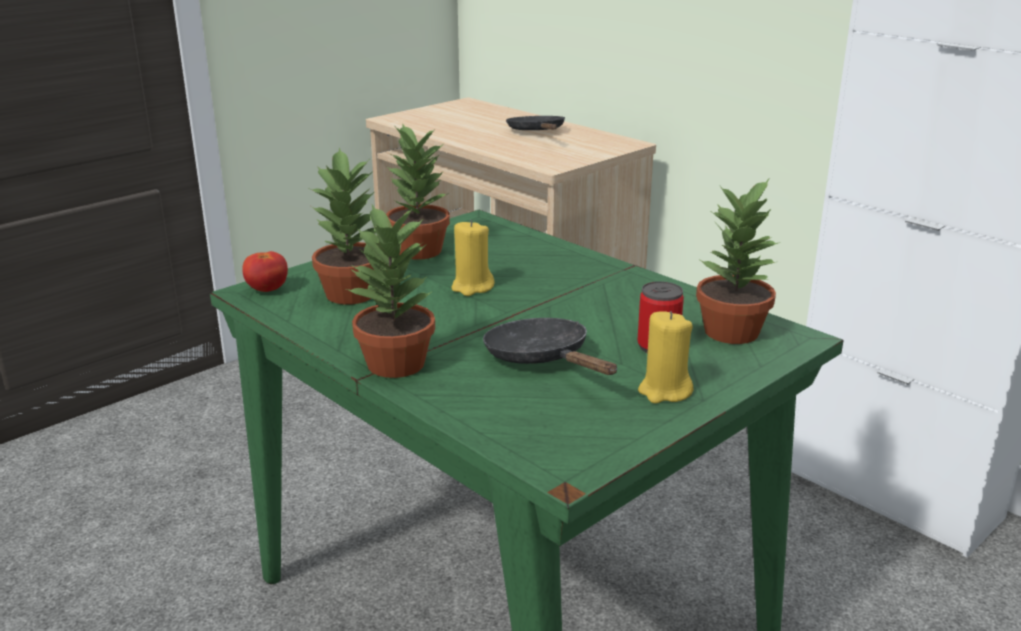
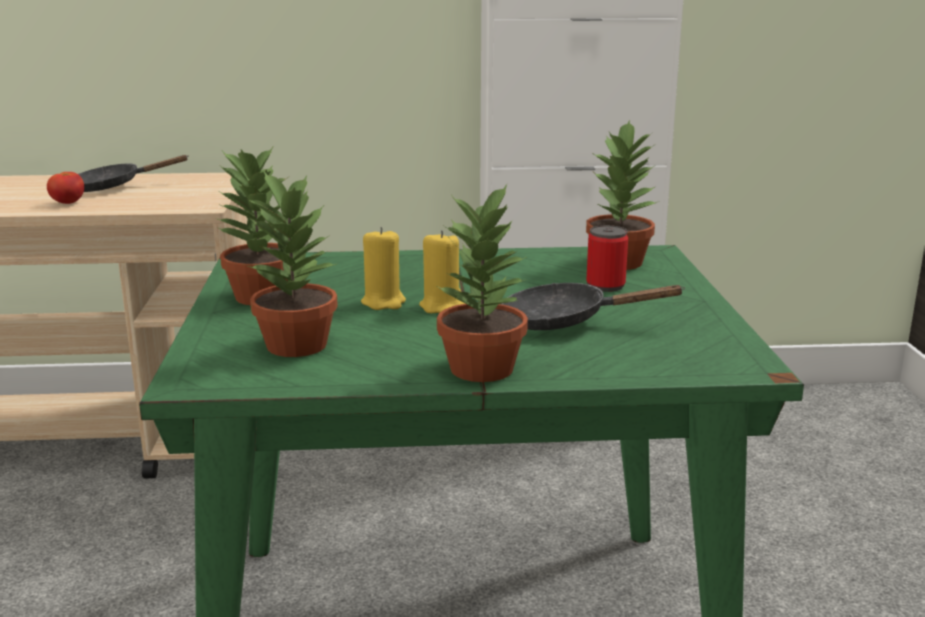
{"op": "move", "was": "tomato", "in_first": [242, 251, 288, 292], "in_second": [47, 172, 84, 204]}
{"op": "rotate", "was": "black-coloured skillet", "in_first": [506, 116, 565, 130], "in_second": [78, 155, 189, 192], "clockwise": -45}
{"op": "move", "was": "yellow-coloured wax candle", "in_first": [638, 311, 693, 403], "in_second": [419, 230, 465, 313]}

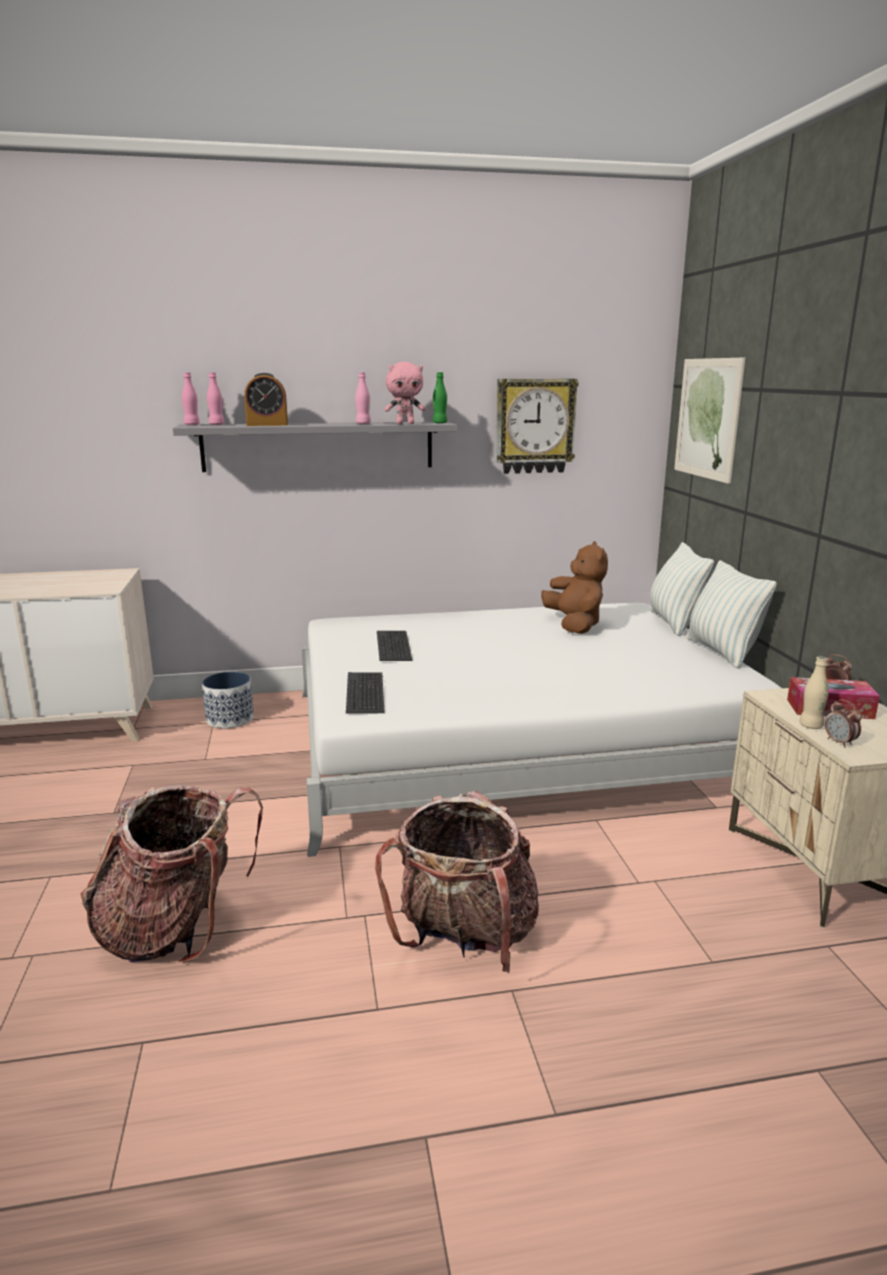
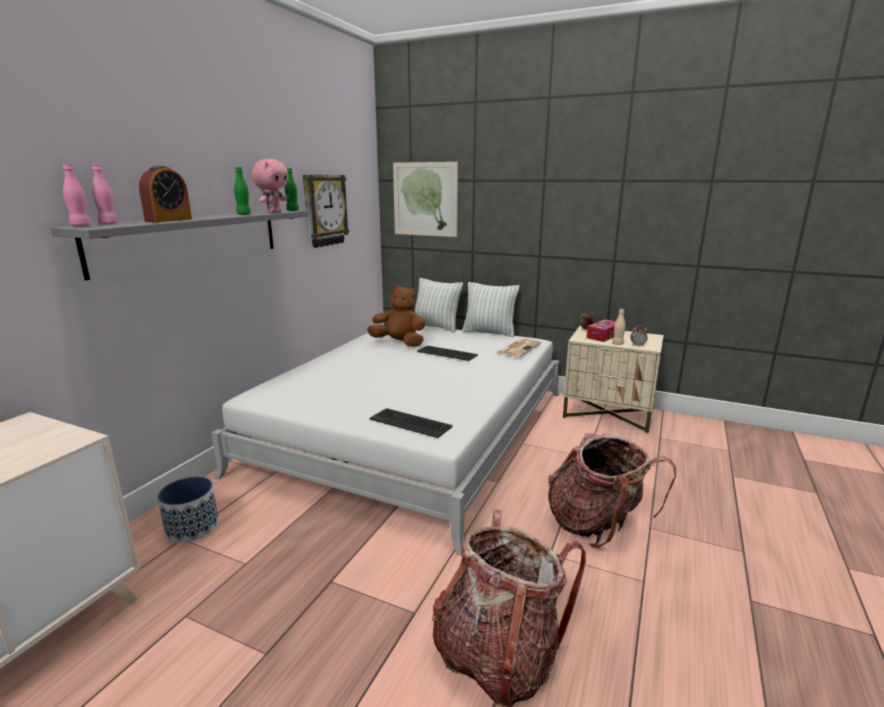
{"op": "recolor", "was": "pinkish beverage bottle", "now": "green-coloured beverage bottle", "in_first": [355, 372, 371, 424], "in_second": [234, 167, 251, 215]}
{"op": "move", "was": "PC keyboard", "in_first": [377, 631, 412, 661], "in_second": [417, 346, 478, 361]}
{"op": "insert", "now": "daily paper", "in_second": [497, 338, 541, 357]}

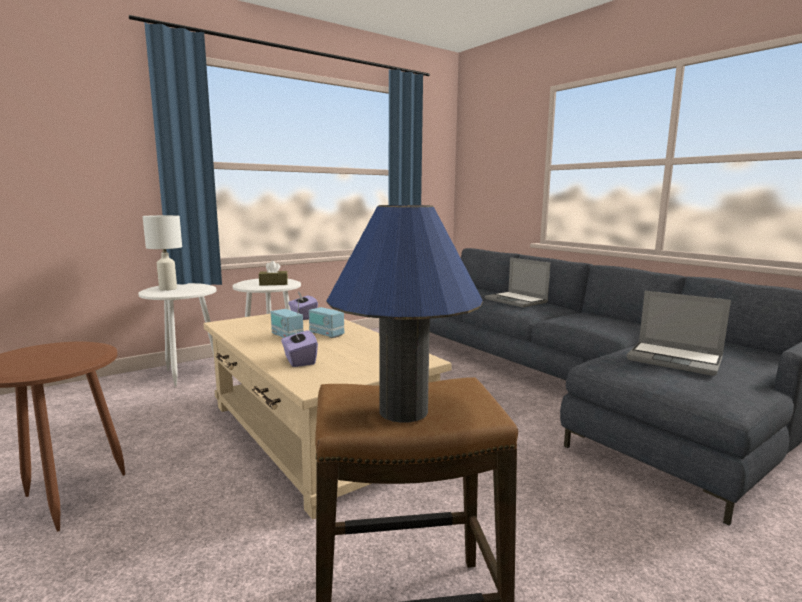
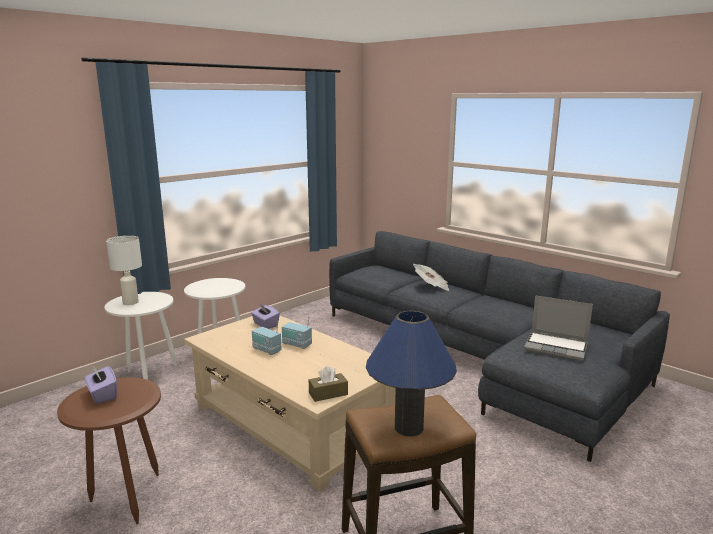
{"op": "move", "was": "purplish tissue box", "in_first": [281, 325, 318, 367], "in_second": [85, 365, 117, 404]}
{"op": "move", "was": "brown tissue box", "in_first": [259, 261, 288, 286], "in_second": [309, 366, 348, 402]}
{"op": "replace", "was": "notebook computer", "now": "daily paper", "in_first": [485, 257, 550, 307], "in_second": [413, 264, 449, 291]}

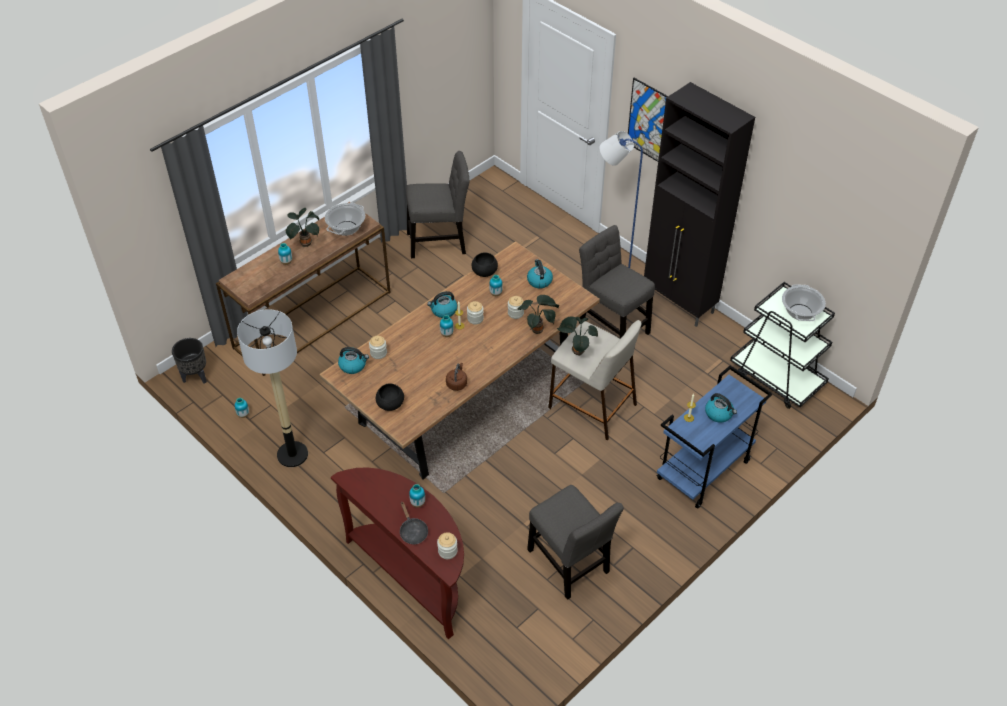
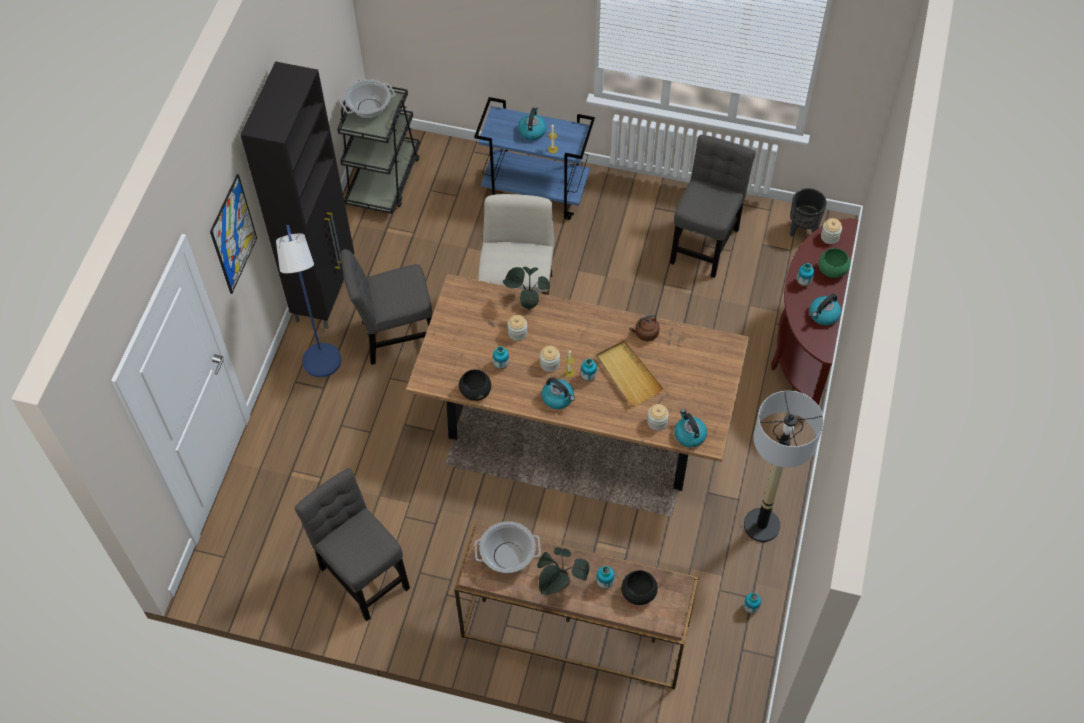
{"op": "rotate", "was": "greyish chair", "in_first": [579, 225, 655, 339], "in_second": [341, 249, 432, 365], "clockwise": 60}
{"op": "insert", "now": "beige serving tray", "in_second": [596, 340, 663, 406]}
{"op": "move", "was": "black-coloured deep dish", "in_first": [376, 384, 404, 411], "in_second": [621, 570, 658, 605]}
{"op": "move", "was": "black-coloured plant pot", "in_first": [172, 338, 207, 384], "in_second": [790, 188, 826, 237]}
{"op": "move", "was": "tea kettle", "in_first": [527, 259, 553, 289], "in_second": [809, 294, 841, 325]}
{"op": "replace", "was": "black-coloured skillet", "now": "green-coloured deep dish", "in_first": [400, 501, 428, 545], "in_second": [818, 248, 851, 278]}
{"op": "delete", "was": "potted plant", "in_first": [557, 317, 598, 356]}

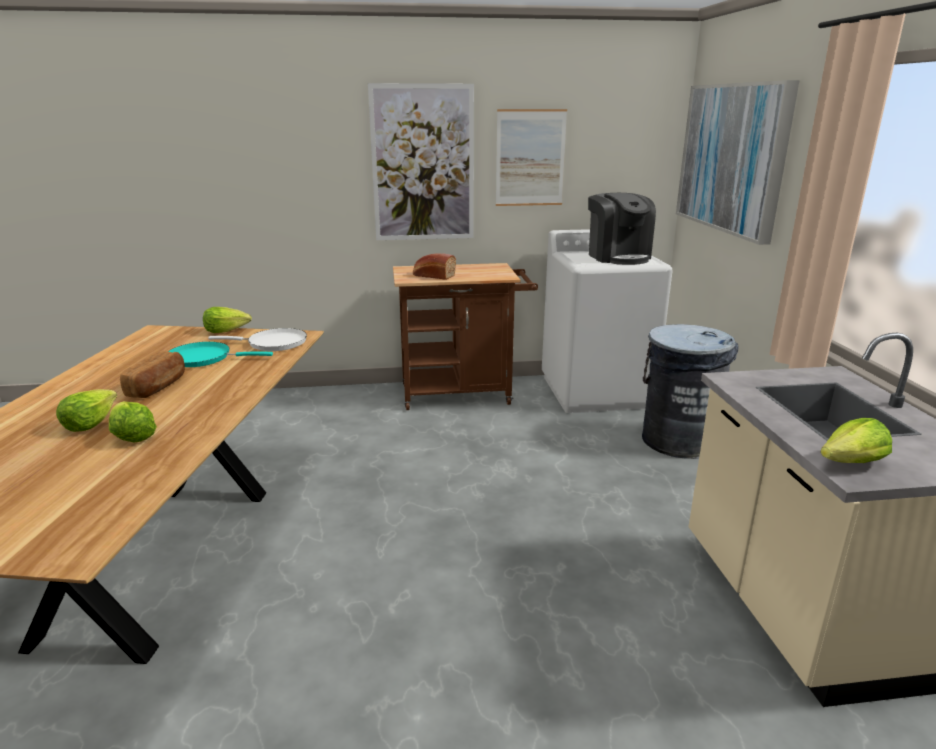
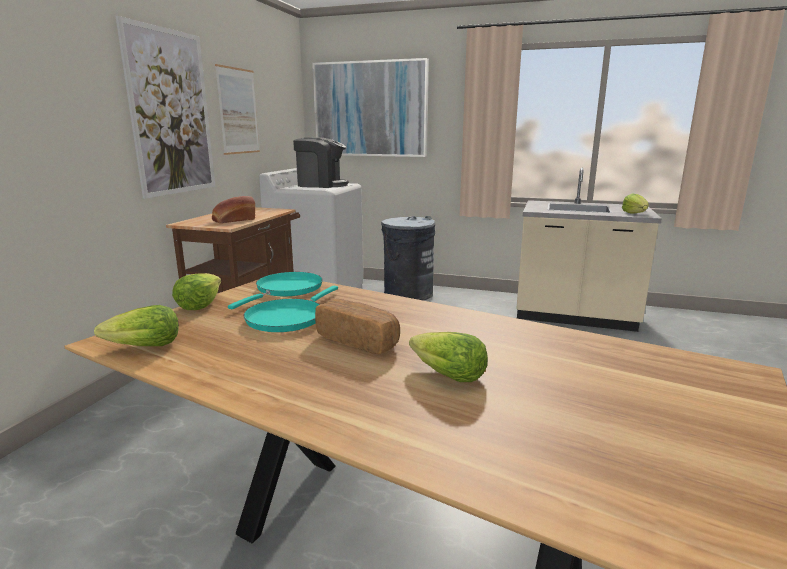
{"op": "move", "was": "head of lettuce", "in_first": [109, 401, 157, 443], "in_second": [94, 305, 179, 346]}
{"op": "recolor", "was": "white-coloured skillet", "now": "turquoise-coloured skillet", "in_first": [208, 328, 307, 351], "in_second": [228, 272, 322, 309]}

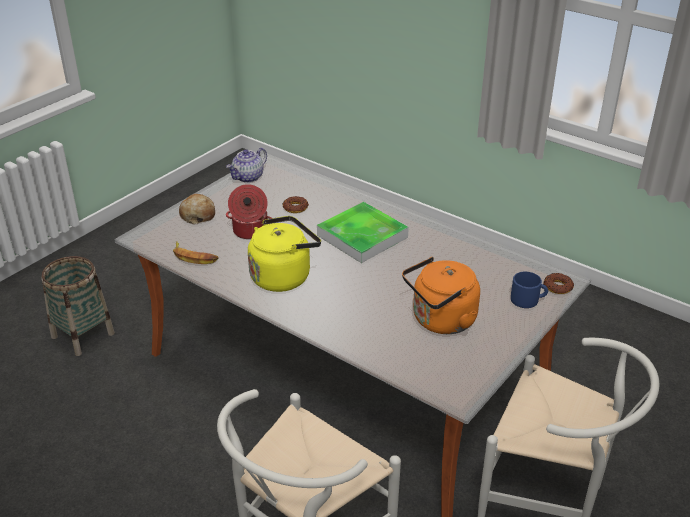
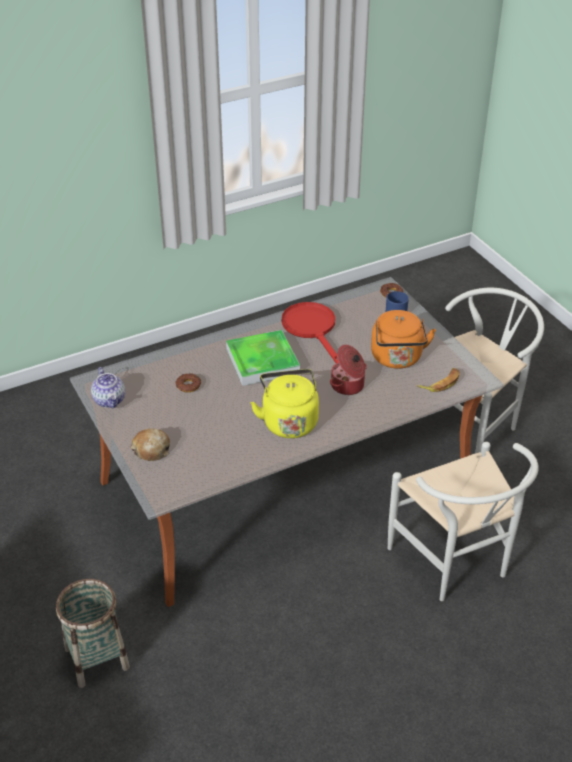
{"op": "insert", "now": "red-coloured skillet", "in_second": [282, 302, 339, 363]}
{"op": "move", "was": "saucepot", "in_first": [226, 184, 272, 239], "in_second": [330, 345, 367, 395]}
{"op": "move", "was": "banana", "in_first": [173, 241, 219, 264], "in_second": [416, 368, 460, 392]}

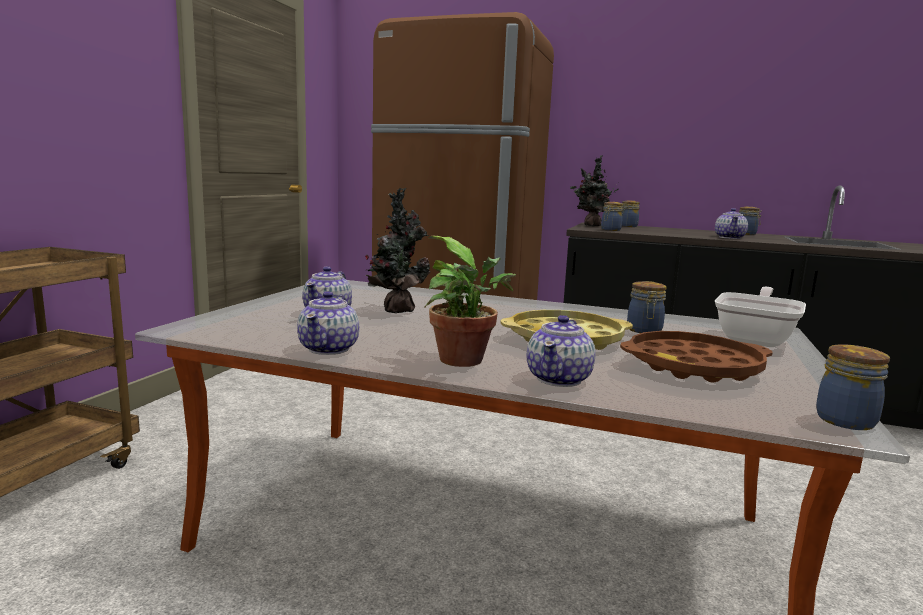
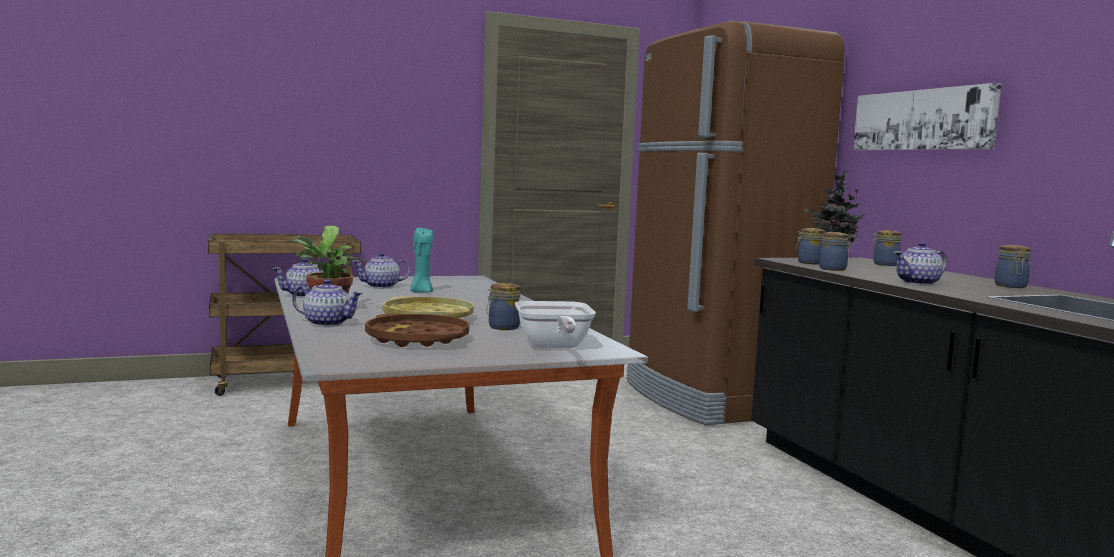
{"op": "rotate", "was": "teapot", "in_first": [526, 315, 596, 387], "in_second": [292, 279, 363, 327], "clockwise": -150}
{"op": "replace", "was": "potted plant", "now": "turquoise-coloured wax candle", "in_first": [365, 188, 430, 313], "in_second": [410, 227, 433, 293]}
{"op": "rotate", "was": "skillet", "in_first": [715, 287, 806, 347], "in_second": [515, 301, 596, 348], "clockwise": 90}
{"op": "move", "was": "jar", "in_first": [816, 344, 890, 430], "in_second": [819, 232, 852, 271]}
{"op": "insert", "now": "wall art", "in_second": [853, 83, 1002, 150]}

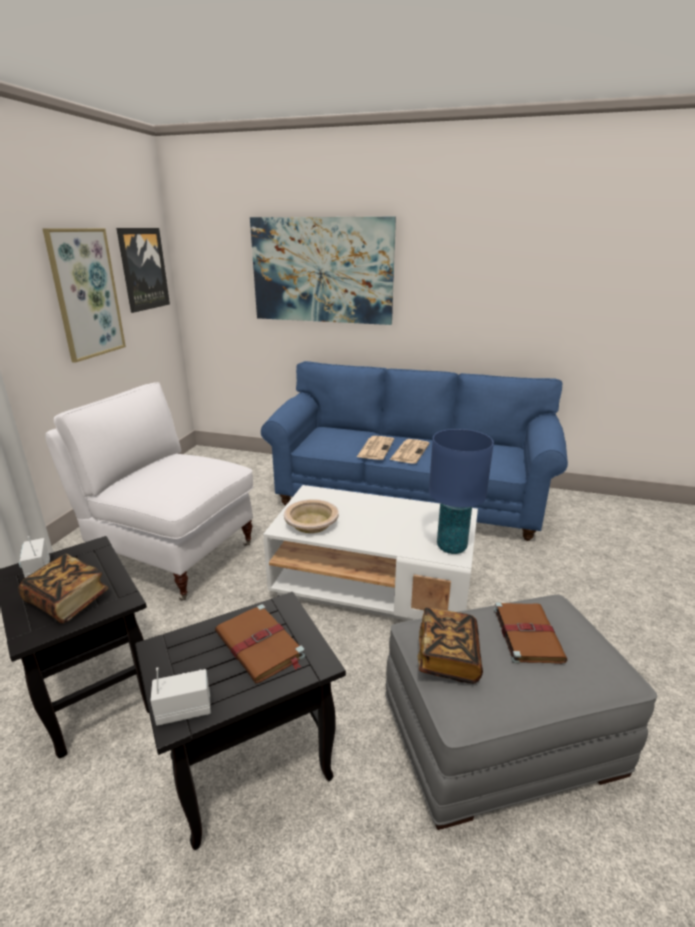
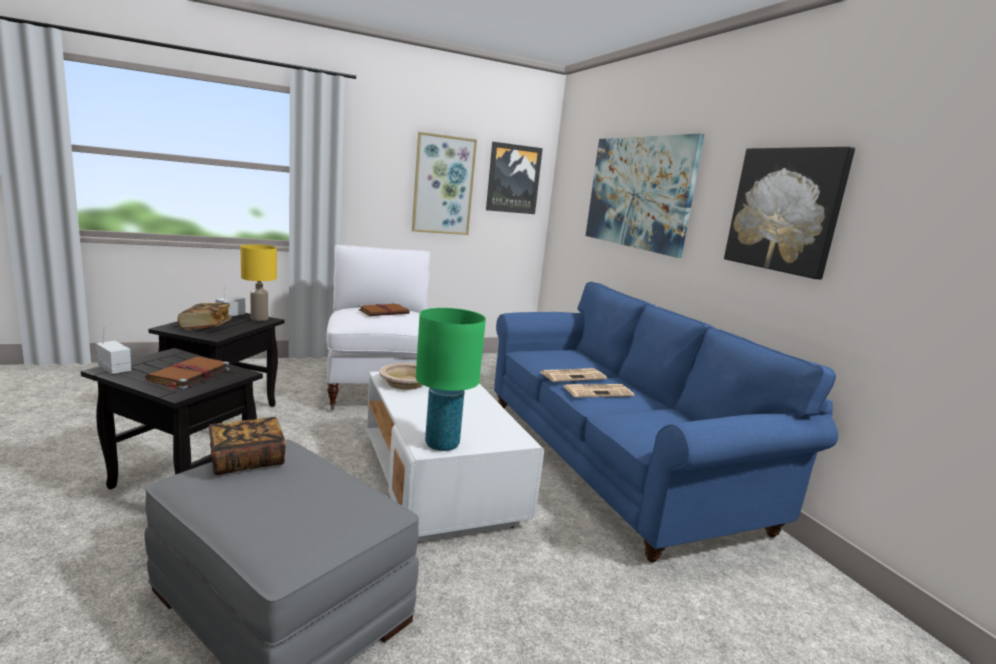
{"op": "insert", "now": "yellow-coloured table lamp", "in_second": [240, 244, 277, 321]}
{"op": "move", "was": "brown bound book", "in_first": [494, 602, 568, 664], "in_second": [358, 303, 410, 316]}
{"op": "recolor", "was": "blue-coloured table lamp", "now": "green-coloured table lamp", "in_first": [429, 429, 494, 554], "in_second": [416, 308, 486, 451]}
{"op": "insert", "now": "wall art", "in_second": [724, 147, 855, 279]}

